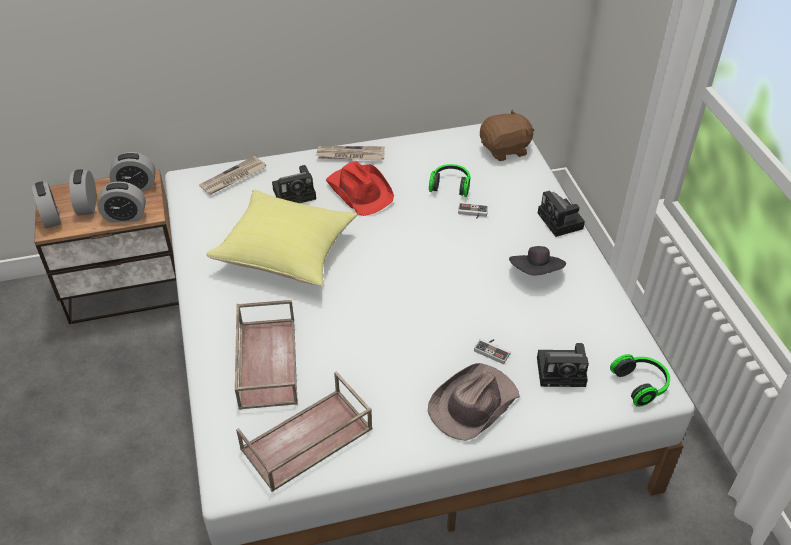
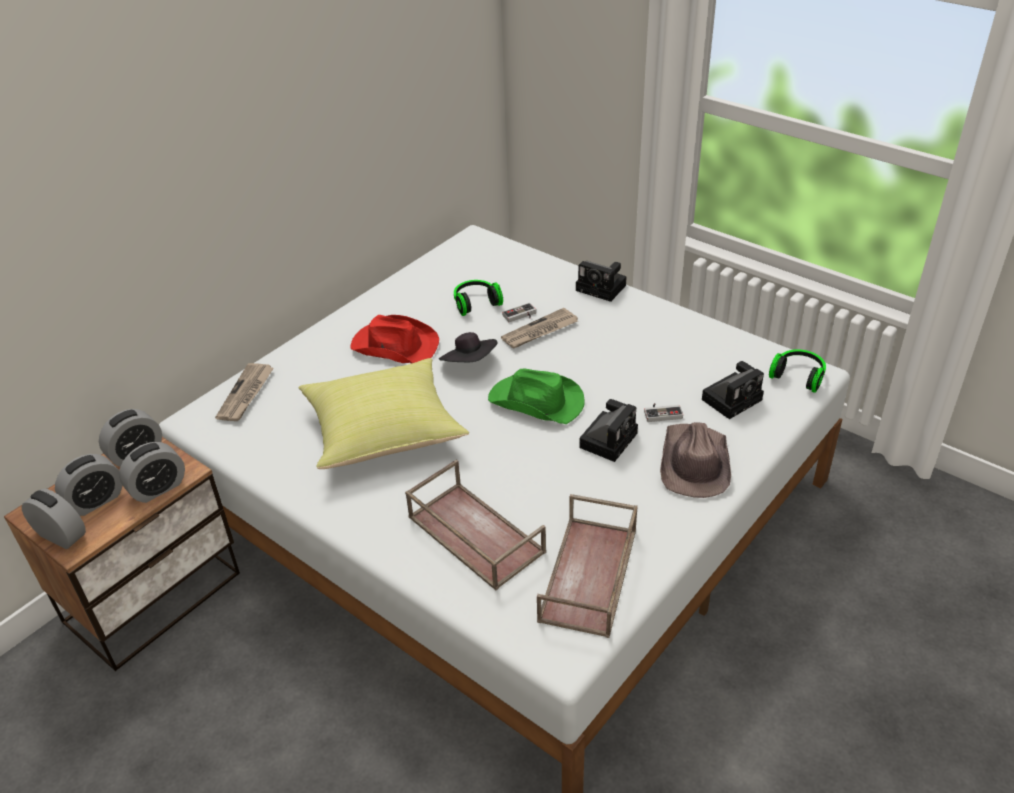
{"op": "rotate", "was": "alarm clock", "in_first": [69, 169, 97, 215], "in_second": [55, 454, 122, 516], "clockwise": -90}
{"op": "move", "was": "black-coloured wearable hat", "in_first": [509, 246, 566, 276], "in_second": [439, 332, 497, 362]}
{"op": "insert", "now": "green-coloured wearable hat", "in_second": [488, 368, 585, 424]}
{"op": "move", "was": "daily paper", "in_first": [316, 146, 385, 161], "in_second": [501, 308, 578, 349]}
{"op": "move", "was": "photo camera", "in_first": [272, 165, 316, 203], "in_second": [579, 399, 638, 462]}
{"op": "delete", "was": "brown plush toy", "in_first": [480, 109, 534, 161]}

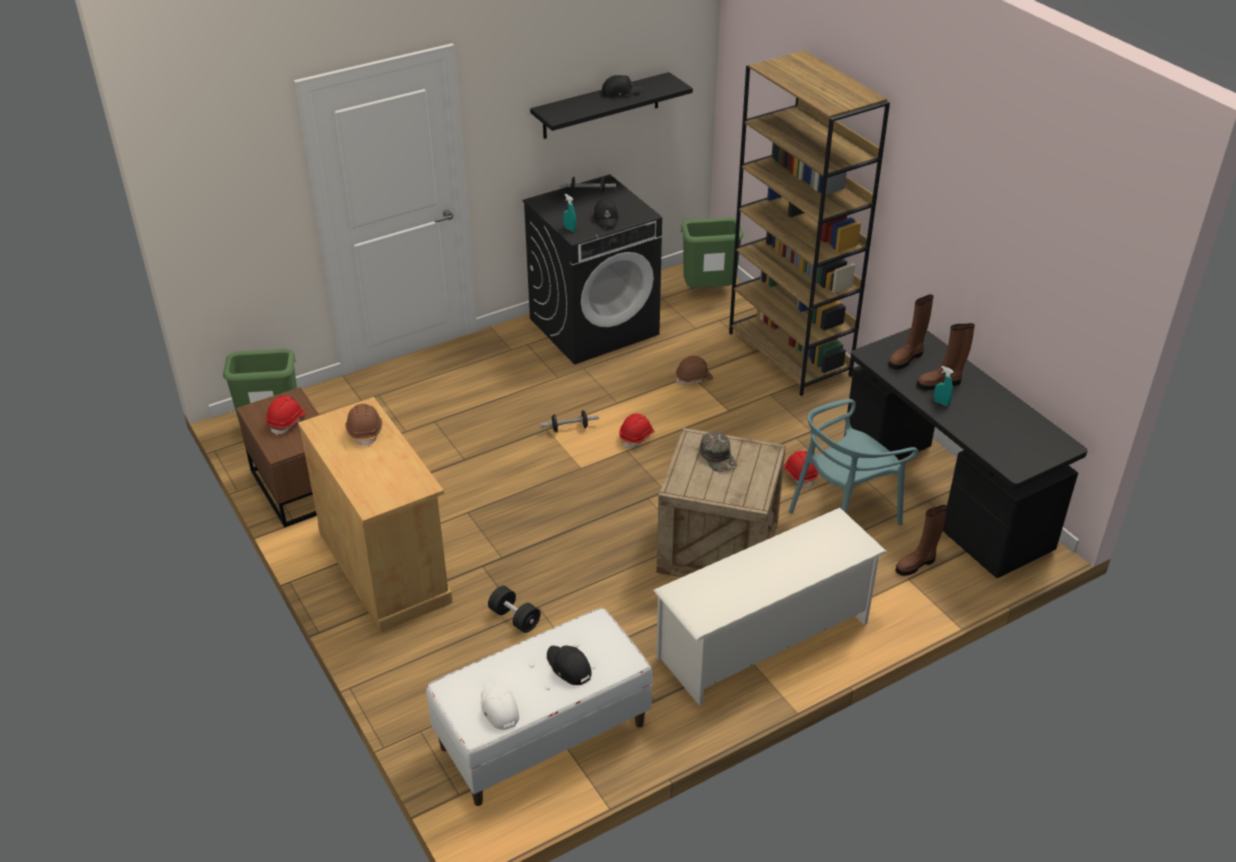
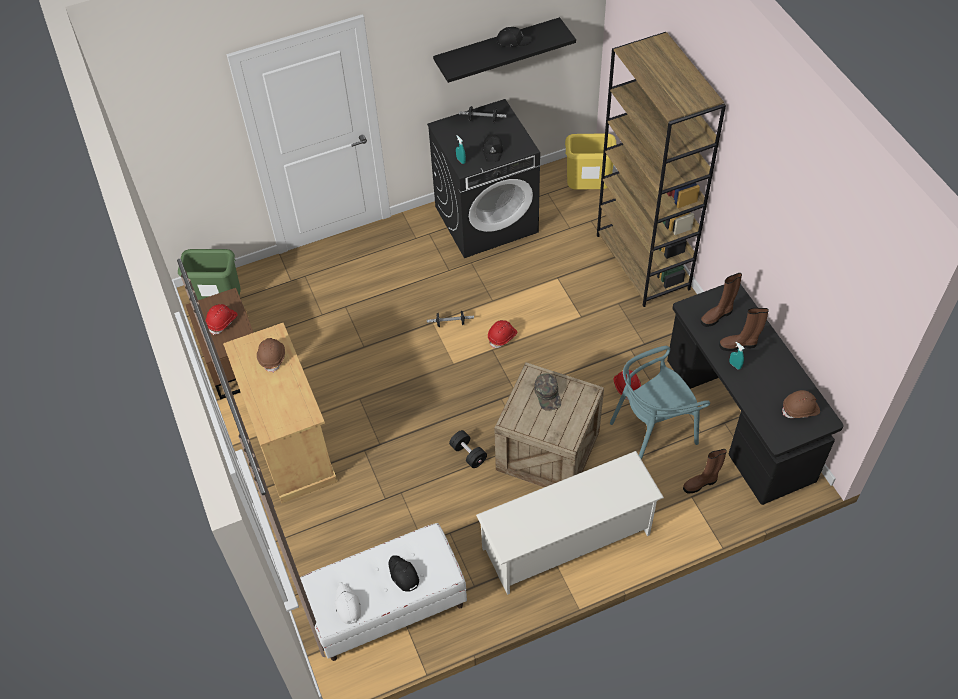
{"op": "move", "was": "black-coloured dumbbell", "in_first": [488, 586, 541, 633], "in_second": [449, 430, 487, 468]}
{"op": "recolor", "was": "green-coloured waste bin", "now": "yellow-coloured waste bin", "in_first": [681, 218, 744, 288], "in_second": [565, 134, 616, 190]}
{"op": "move", "was": "brown work helmet", "in_first": [676, 356, 713, 385], "in_second": [782, 390, 820, 418]}

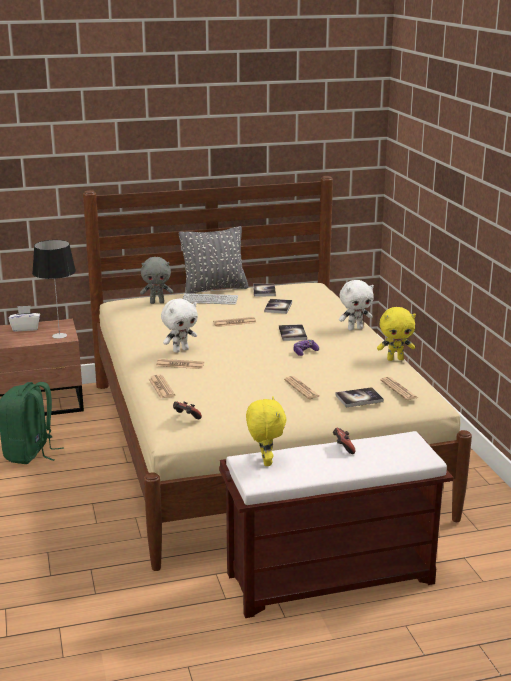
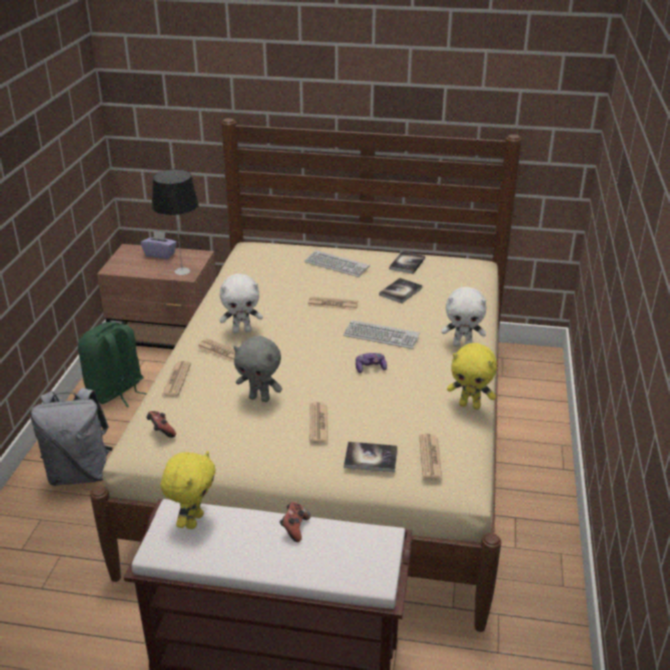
{"op": "insert", "now": "greyish backpack", "in_second": [31, 388, 113, 486]}
{"op": "recolor", "was": "white-coloured tissue box", "now": "purplish tissue box", "in_first": [9, 306, 40, 332], "in_second": [141, 231, 177, 259]}
{"op": "move", "was": "greyish plush toy", "in_first": [140, 257, 173, 304], "in_second": [234, 336, 282, 402]}
{"op": "replace", "was": "bound book", "now": "PC keyboard", "in_first": [279, 324, 307, 341], "in_second": [343, 320, 420, 349]}
{"op": "delete", "was": "greyish throw pillow", "in_first": [179, 226, 249, 294]}

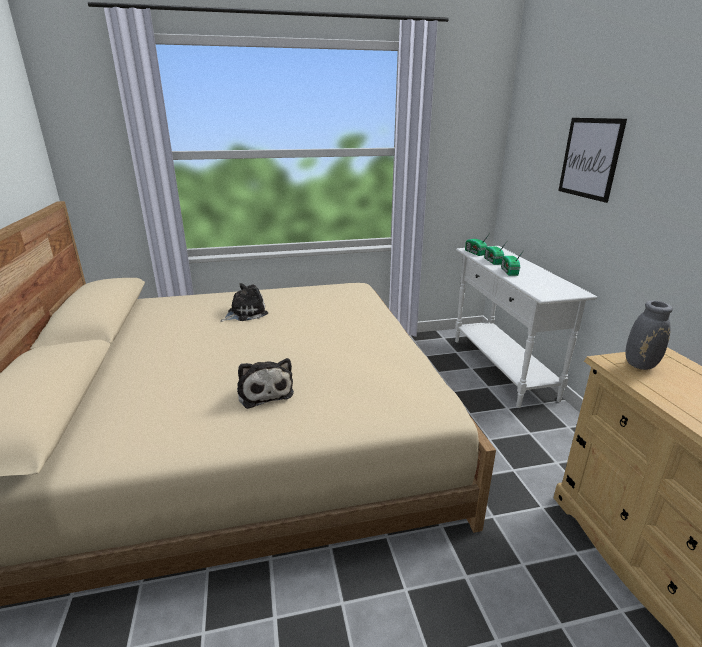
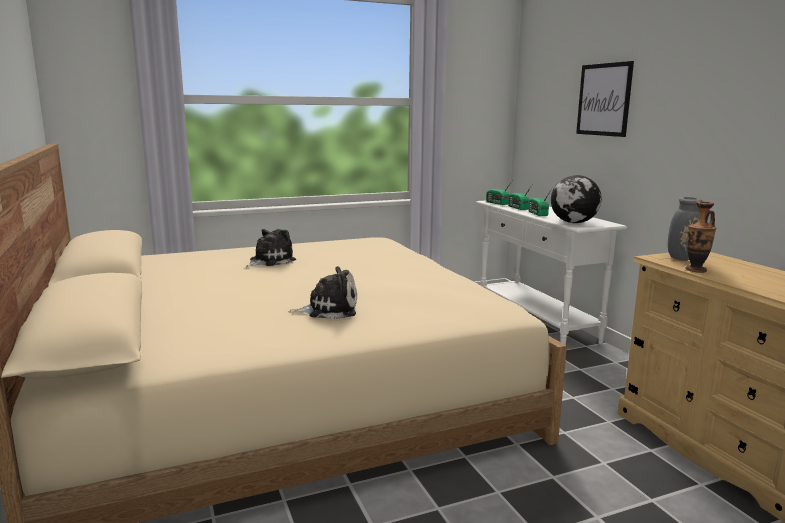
{"op": "rotate", "was": "plush toy", "in_first": [237, 358, 294, 409], "in_second": [288, 266, 357, 319], "clockwise": -60}
{"op": "insert", "now": "desk globe", "in_second": [551, 175, 602, 223]}
{"op": "insert", "now": "decorative vase", "in_second": [686, 201, 716, 273]}

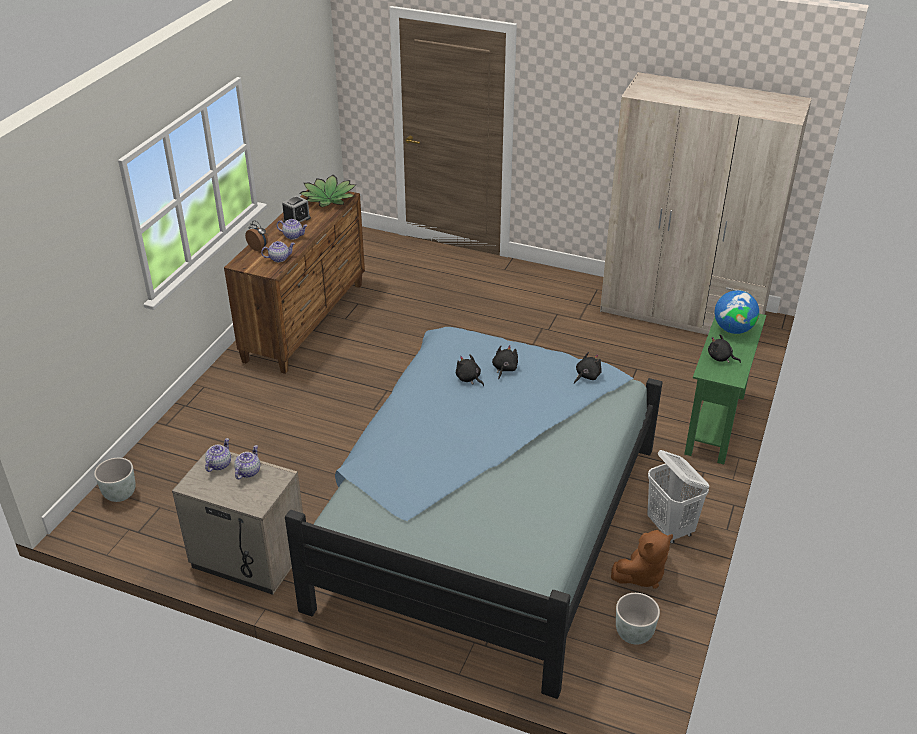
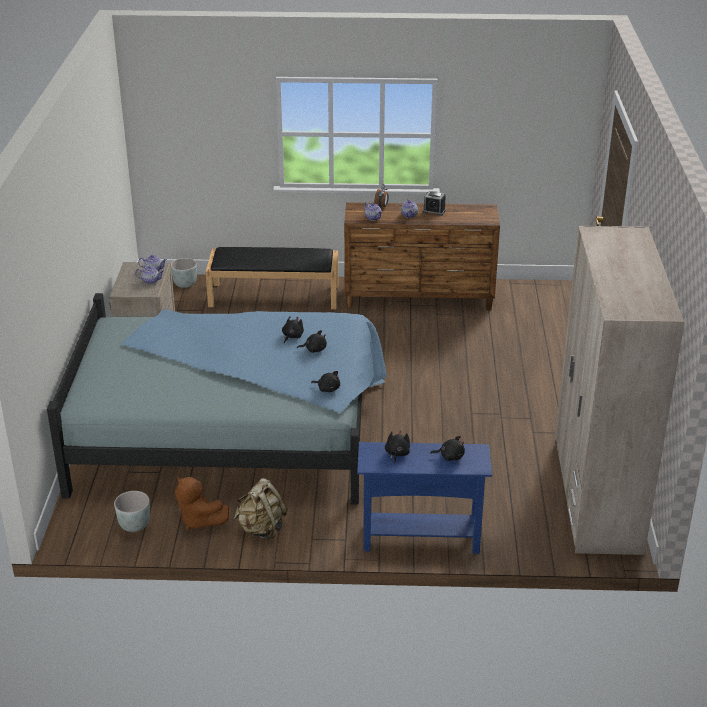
{"op": "insert", "now": "black-coloured indoor bench", "in_second": [205, 247, 338, 309]}
{"op": "replace", "was": "white-coloured laundry basket", "now": "beige backpack", "in_first": [647, 450, 709, 544], "in_second": [234, 478, 288, 540]}
{"op": "recolor", "was": "green-coloured narrow table", "now": "blue-coloured narrow table", "in_first": [684, 314, 766, 464], "in_second": [357, 442, 492, 554]}
{"op": "replace", "was": "desk globe", "now": "black-coloured plush toy", "in_first": [715, 290, 759, 334], "in_second": [430, 436, 465, 461]}
{"op": "delete", "was": "potted plant", "in_first": [300, 175, 357, 207]}

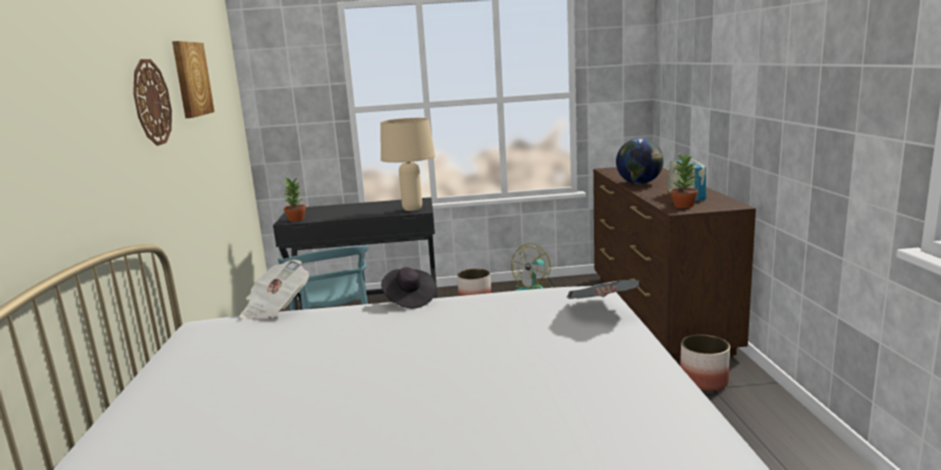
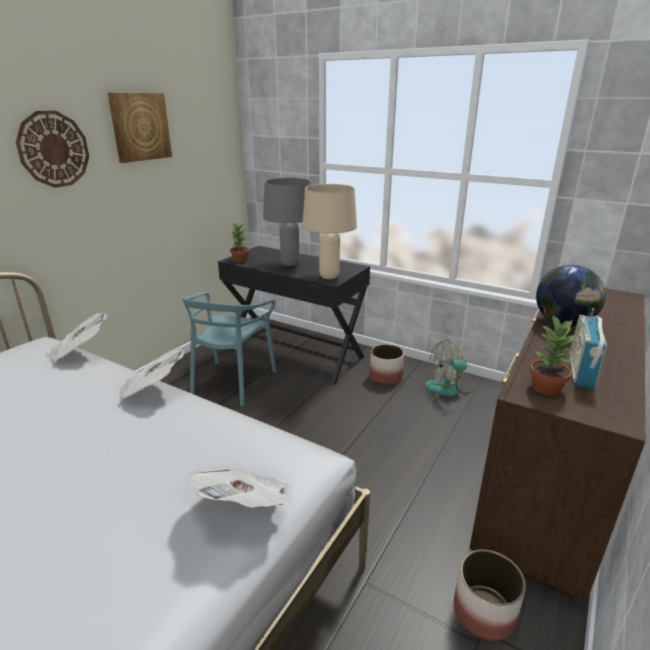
{"op": "replace", "was": "black-coloured wearable hat", "now": "daily paper", "in_first": [381, 267, 436, 308], "in_second": [119, 347, 184, 401]}
{"op": "insert", "now": "greyish table lamp", "in_second": [263, 178, 311, 266]}

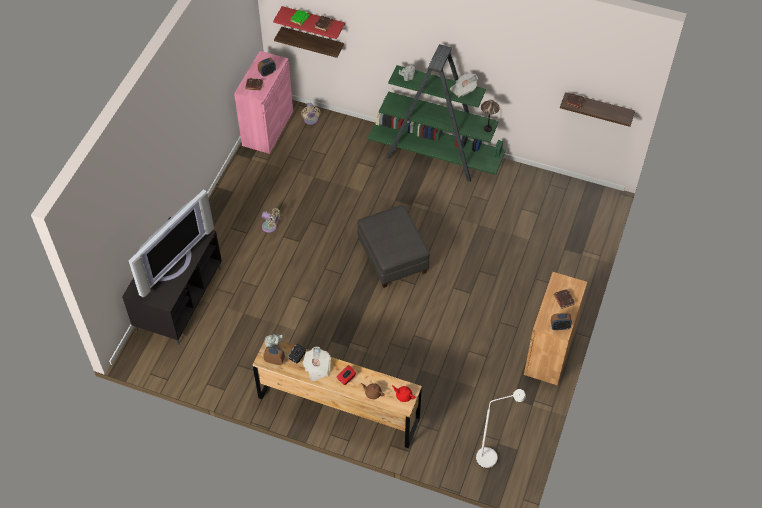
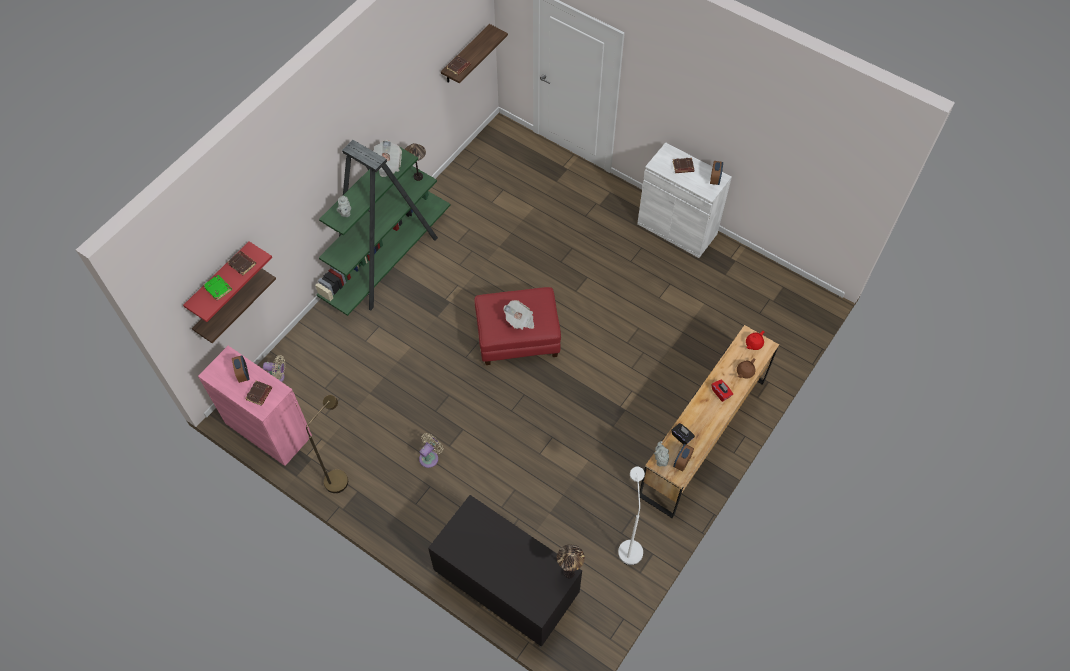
{"op": "insert", "now": "brown standard lamp", "in_second": [306, 395, 348, 493]}
{"op": "recolor", "was": "greyish pouffe", "now": "red-coloured pouffe", "in_first": [357, 206, 430, 288], "in_second": [474, 287, 561, 365]}
{"op": "move", "was": "daily paper", "in_first": [303, 347, 331, 381], "in_second": [503, 300, 534, 330]}
{"op": "insert", "now": "table lamp", "in_second": [557, 544, 585, 578]}
{"op": "move", "was": "white-coloured standard lamp", "in_first": [476, 389, 526, 468], "in_second": [618, 467, 645, 565]}
{"op": "recolor", "was": "brown cupboard", "now": "white-coloured cupboard", "in_first": [524, 272, 587, 385], "in_second": [637, 142, 732, 258]}
{"op": "delete", "was": "TV set", "in_first": [129, 190, 214, 297]}

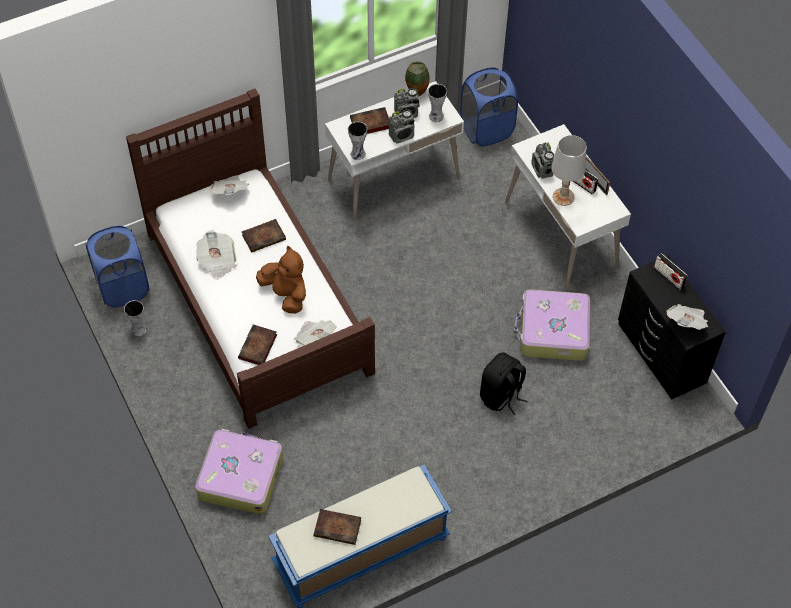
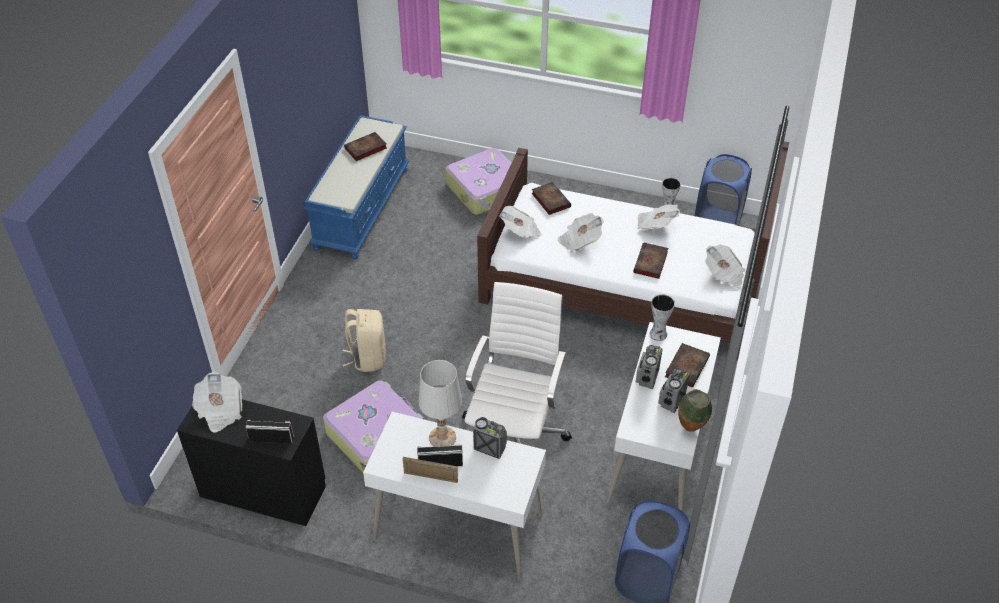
{"op": "recolor", "was": "black-coloured backpack", "now": "beige backpack", "in_first": [480, 352, 527, 415], "in_second": [343, 309, 386, 372]}
{"op": "insert", "now": "white-coloured office chair", "in_second": [462, 282, 572, 444]}
{"op": "replace", "was": "brown plush toy", "now": "daily paper", "in_first": [256, 246, 306, 314], "in_second": [558, 213, 604, 253]}
{"op": "delete", "was": "decorative vase", "in_first": [428, 84, 447, 122]}

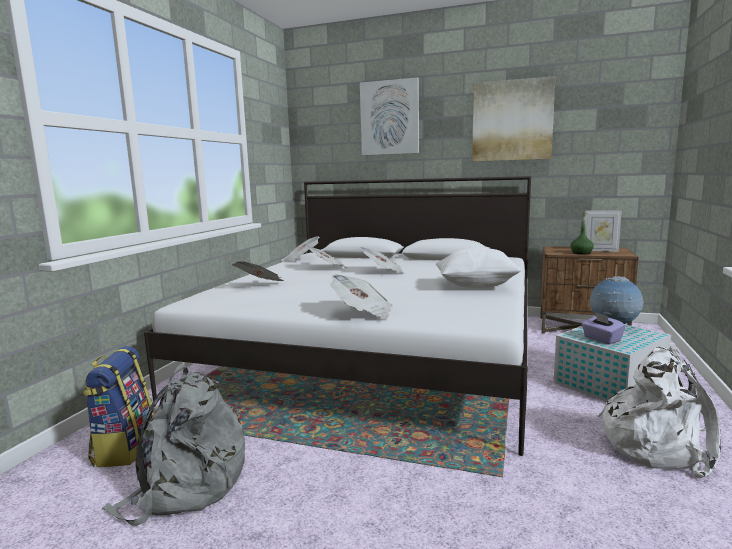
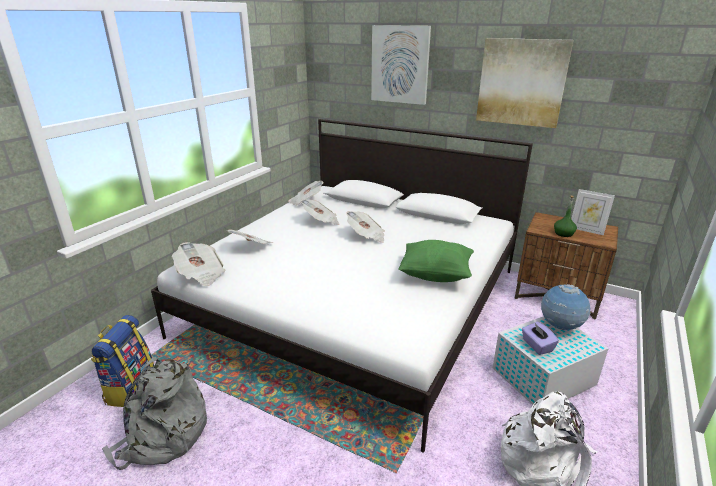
{"op": "move", "was": "daily paper", "in_first": [330, 274, 393, 319], "in_second": [172, 242, 226, 286]}
{"op": "recolor", "was": "white-coloured throw pillow", "now": "green-coloured throw pillow", "in_first": [436, 248, 522, 288], "in_second": [399, 240, 474, 282]}

